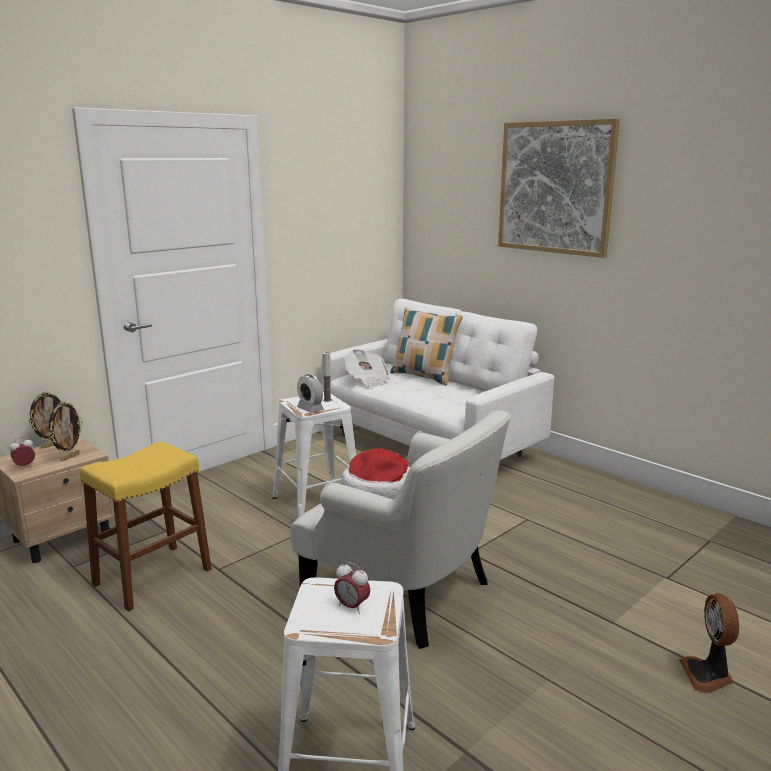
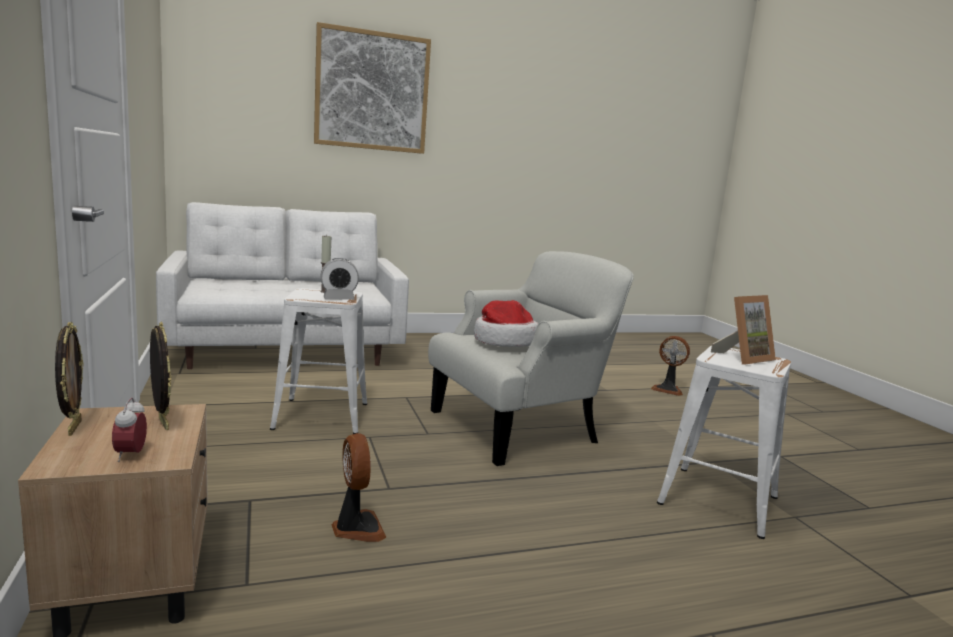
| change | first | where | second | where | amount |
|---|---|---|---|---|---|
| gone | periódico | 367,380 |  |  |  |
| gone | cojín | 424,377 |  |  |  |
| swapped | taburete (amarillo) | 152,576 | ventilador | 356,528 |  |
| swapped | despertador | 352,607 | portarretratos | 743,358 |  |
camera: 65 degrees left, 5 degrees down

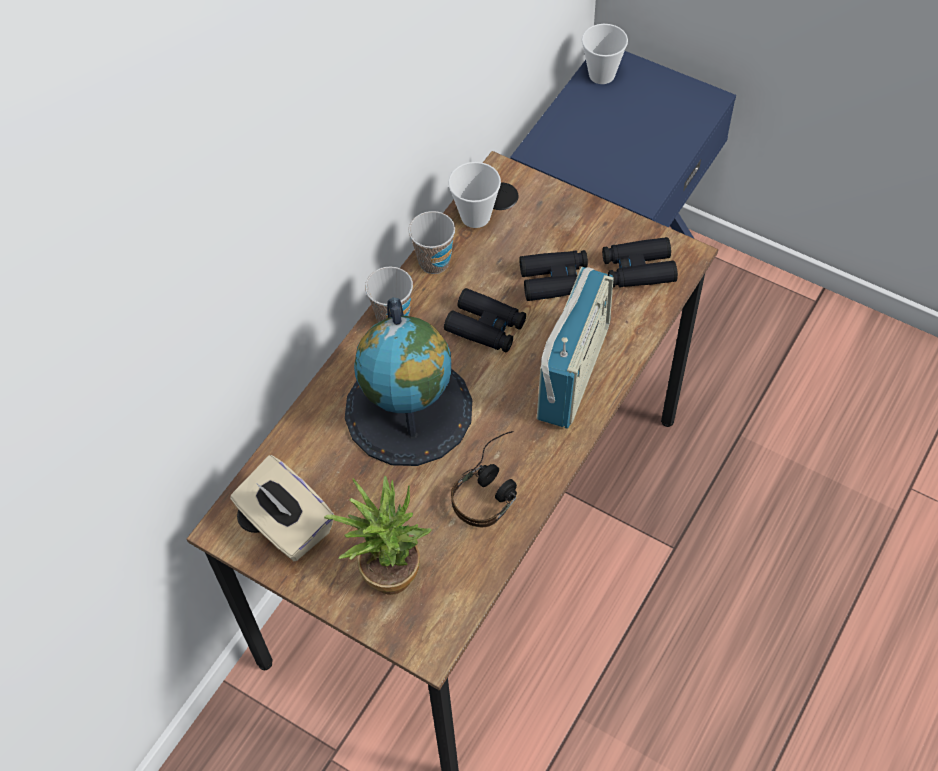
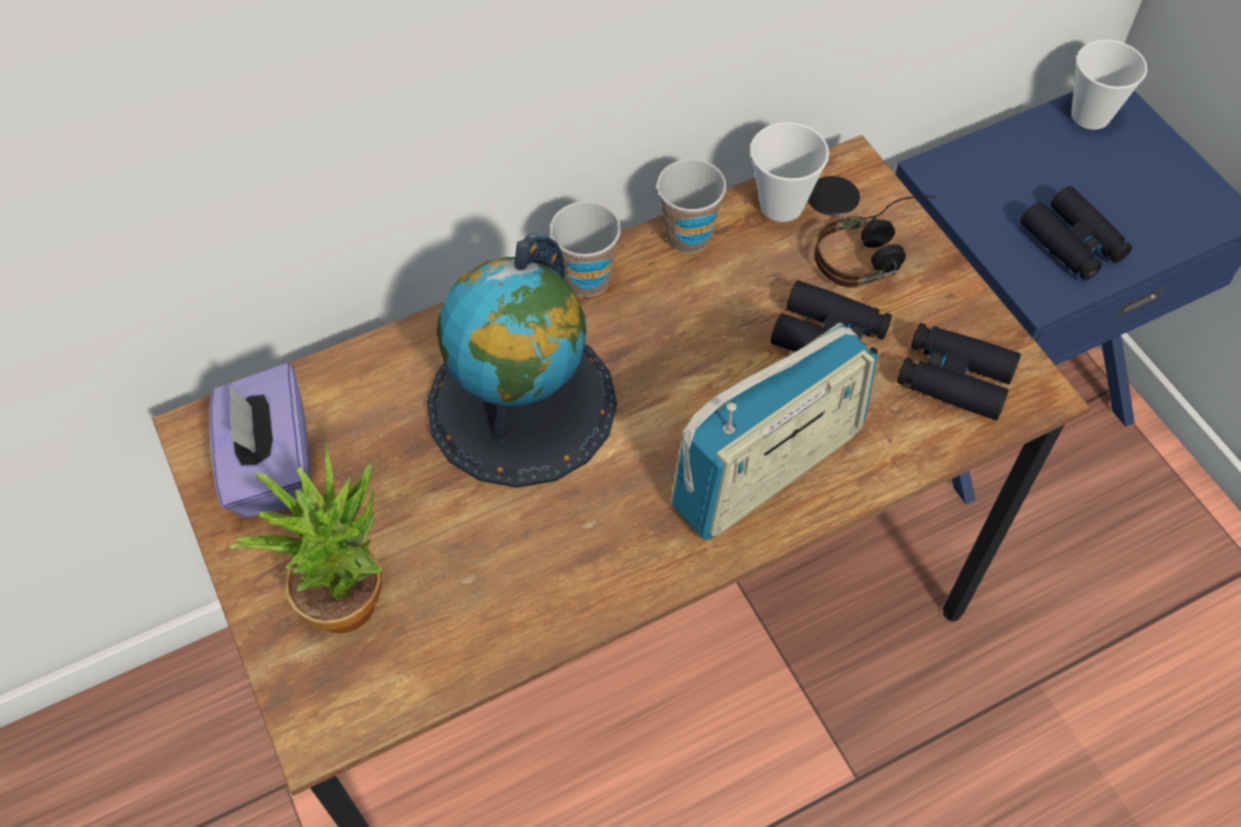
| change | first | where | second | where | amount |
|---|---|---|---|---|---|
| shifted | prismáticos (negro) | 486,327 |  | 1072,243 |  |
| shifted | auriculares | 492,487 |  | 876,252 |  |
| repainted | caja de pañuelos (beis) | 287,525 | caja de pañuelos (morado) | 272,466 |  |
camera: 30 degrees right, 0 degrees up

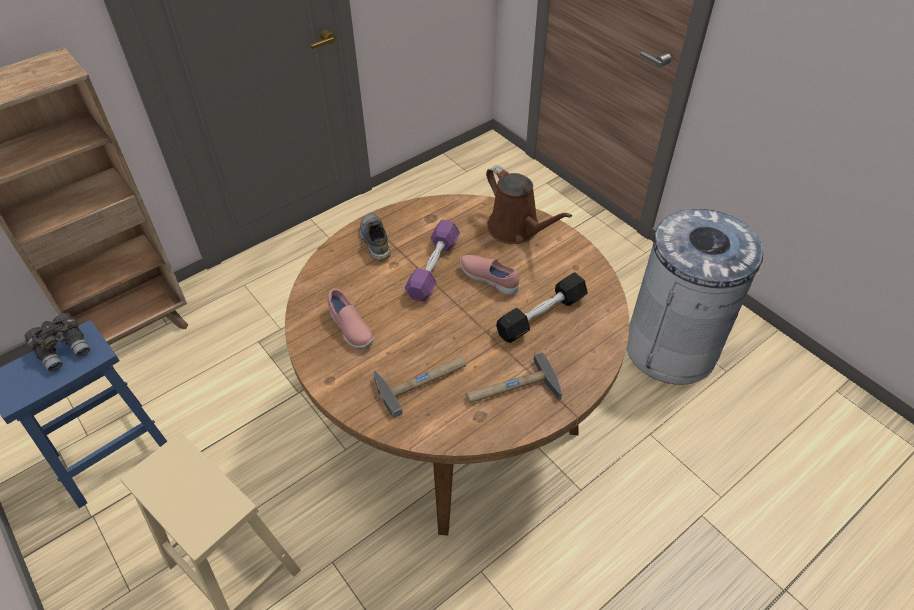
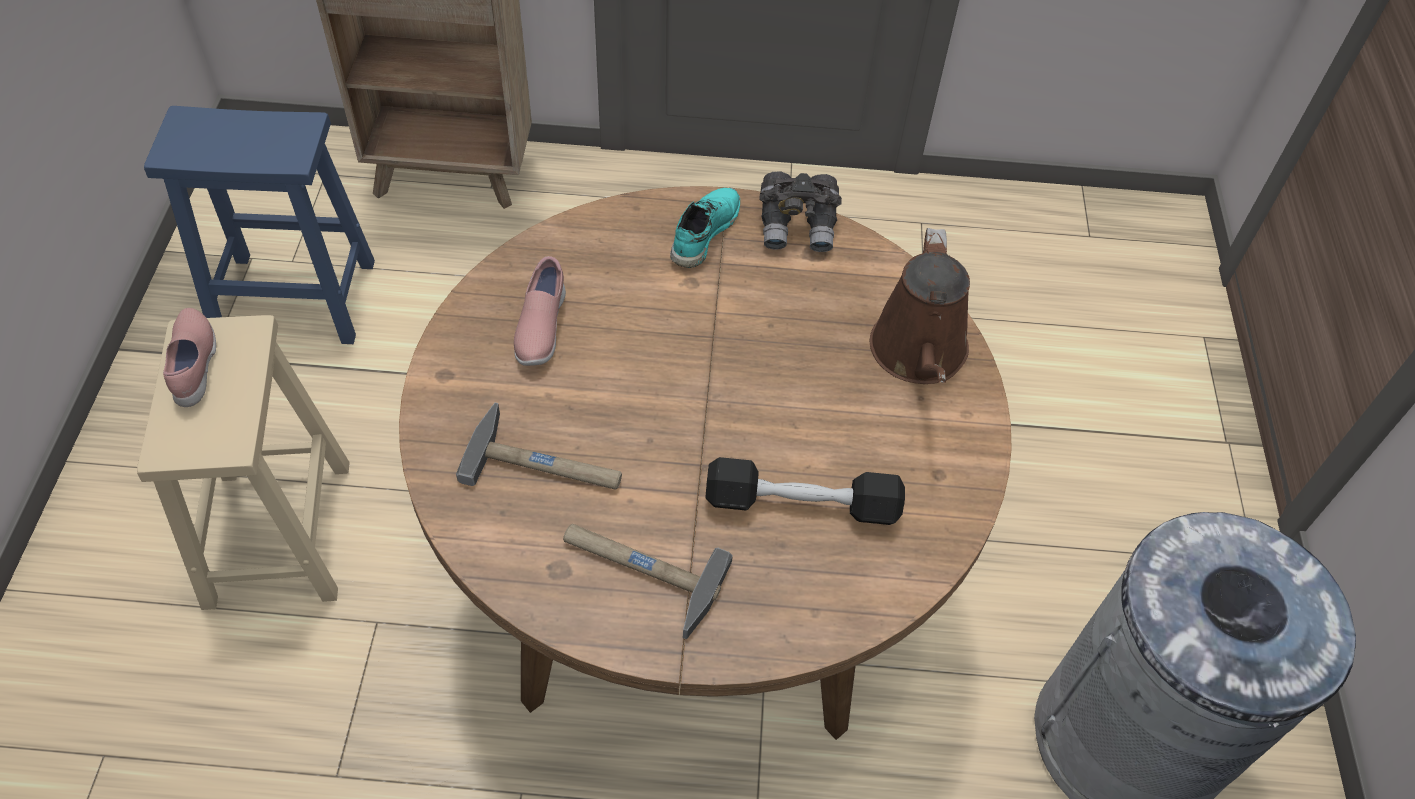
| change | first | where | second | where | amount |
|---|---|---|---|---|---|
| gone | mancuerna (morado) | 433,268 |  |  |  |
| shifted | prismáticos (gris) | 64,349 |  | 798,226 |  |
| shifted | zapato (rosa) | 489,279 |  | 195,365 |  |
| repainted | zapato (gris) | 374,241 | zapato (turquesa) | 703,233 |  |
camera: 40 degrees right, 5 degrees up

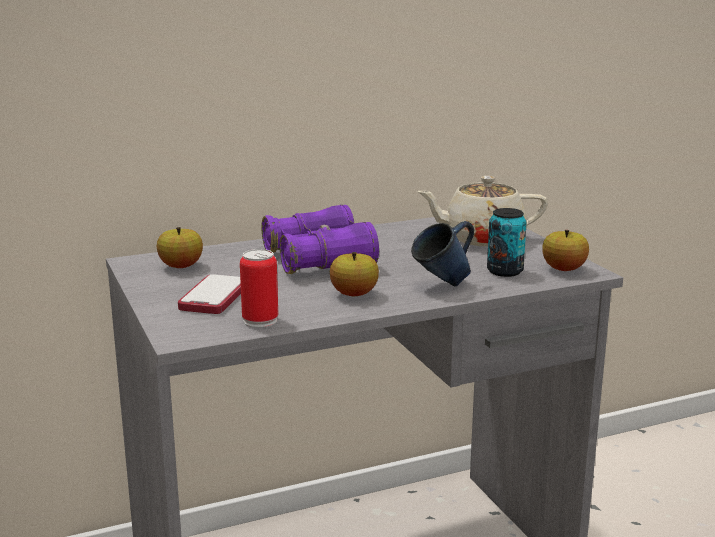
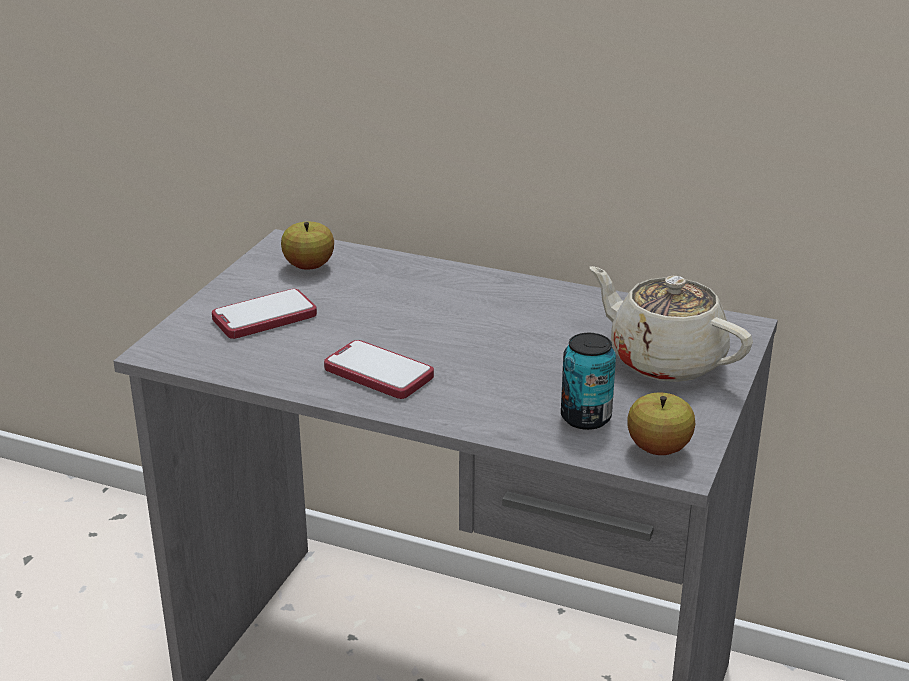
| change | first | where | second | where | amount |
|---|---|---|---|---|---|
| gone | lata | 260,320 |  |  |  |
| gone | prismáticos (morado) | 319,260 |  |  |  |
| gone | taza grande (azul) | 443,286 |  |  |  |
| swapped | manzana | 354,294 | móvil | 378,372 |  |
camera: 45 degrees right, 10 degrees up

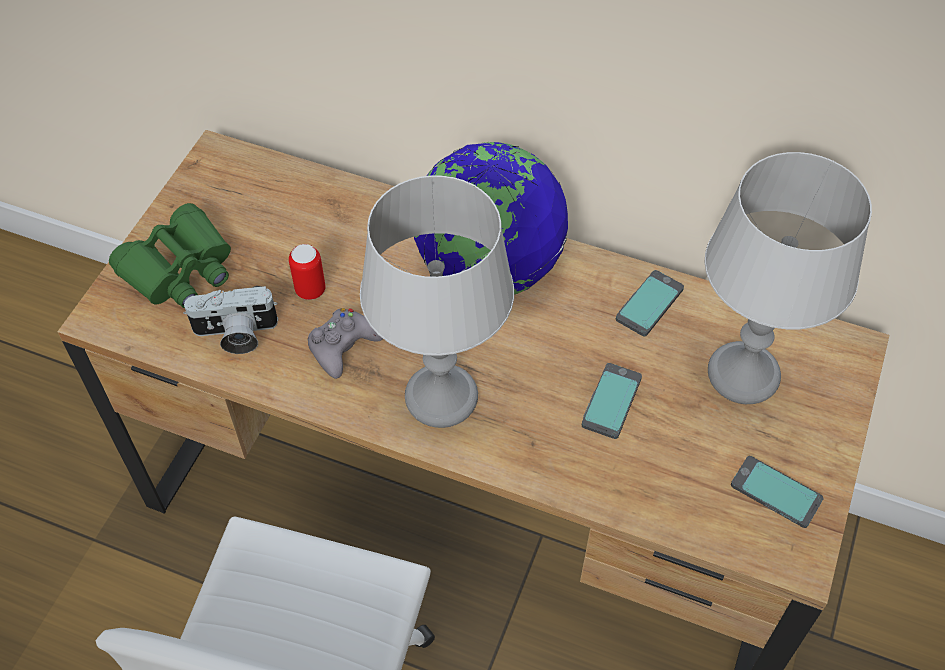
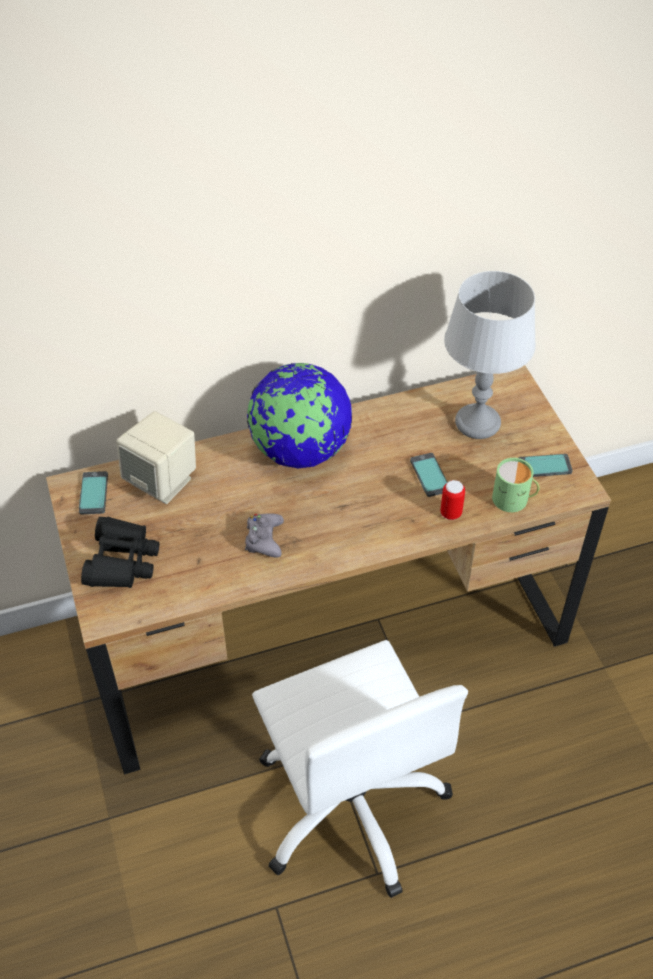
| change | first | where | second | where | amount |
|---|---|---|---|---|---|
| gone | cámara | 235,334 |  |  |  |
| gone | lámpara de mesa (gris) | 440,396 |  |  |  |
| new |  |  | altavoz (beis) | 162,481 |  |
| new |  |  | taza grande (verde) | 514,499 |  |
| shifted | lata | 310,290 |  | 451,513 |  |
| shifted | móvil | 649,304 |  | 93,493 |  |
| repainted | prismáticos (verde) | 180,269 | prismáticos (negro) | 122,561 |  |
camera: 40 degrees left, 5 degrees down

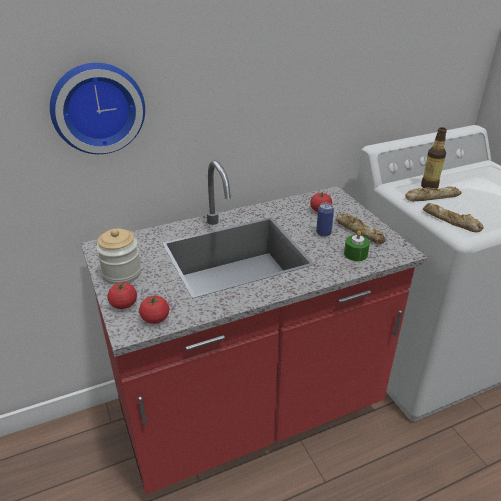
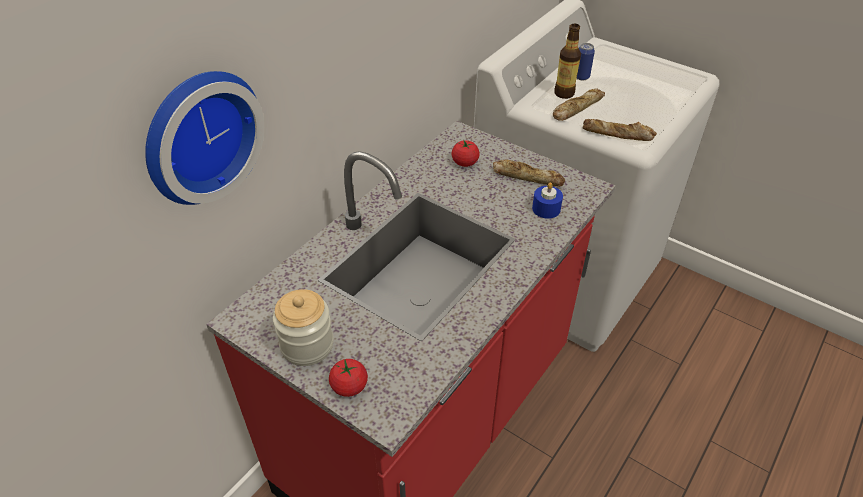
| change | first | where | second | where | amount |
|---|---|---|---|---|---|
| gone | tomate | 155,318 |  |  |  |
| shifted | lata | 323,233 |  | 581,77 |  |
| repainted | vela (verde) | 355,254 | vela (azul) | 546,209 |  |
camera: 30 degrees left, 10 degrees up

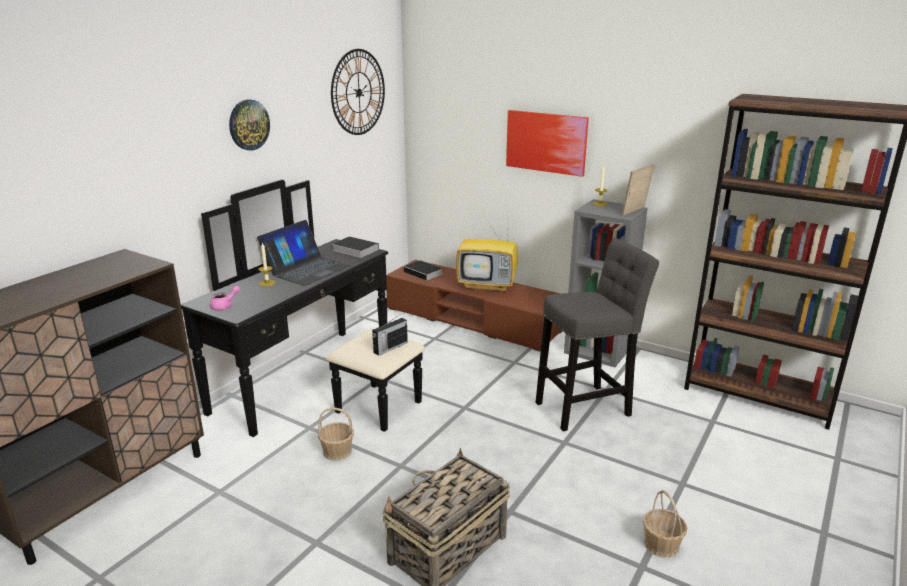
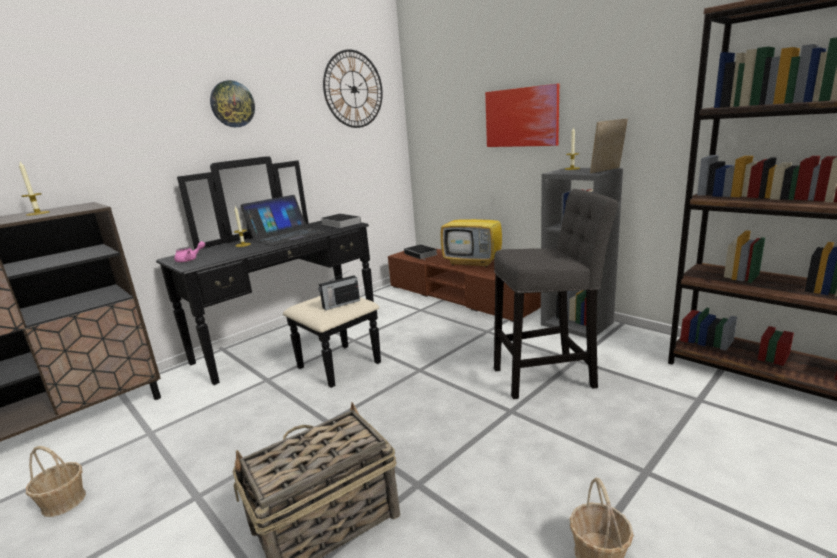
| change | first | where | second | where | amount |
|---|---|---|---|---|---|
| new |  |  | vela | 38,213 |  |
| shifted | cesta | 337,451 |  | 64,501 |  |
camera: 15 degrees right, 5 degrees down

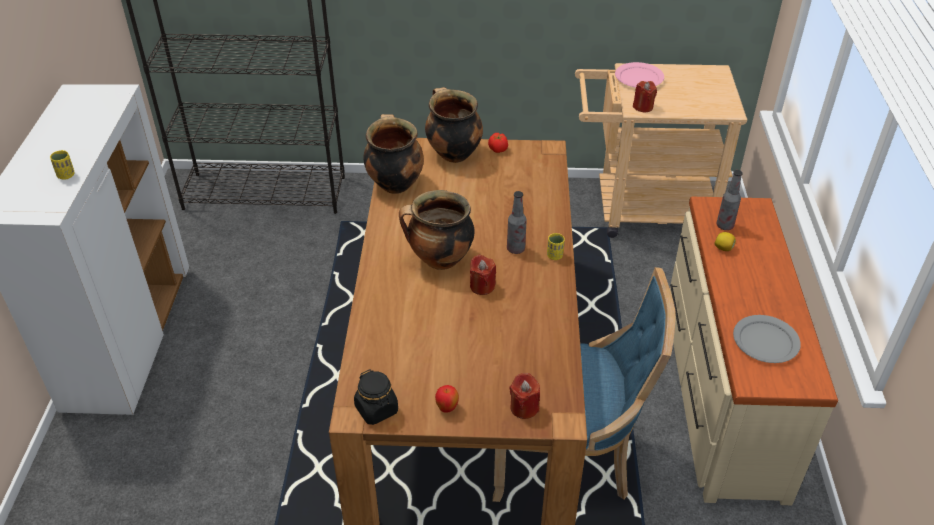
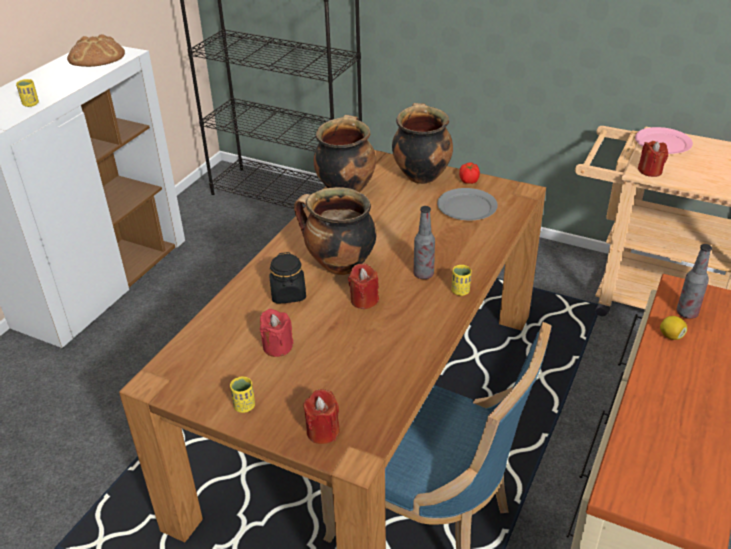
| change | first | where | second | where | amount |
|---|---|---|---|---|---|
| new |  |  | pan | 96,56 |  |
| new |  |  | vela (rojo) | 277,347 |  |
| shifted | tarro (negro) | 377,409 |  | 288,294 |  |
| shifted | plato (gris) | 766,341 |  | 467,207 |  |
| swapped | manzana | 447,408 | taza (amarillo) | 244,406 |  |
camera: 25 degrees right, 5 degrees down

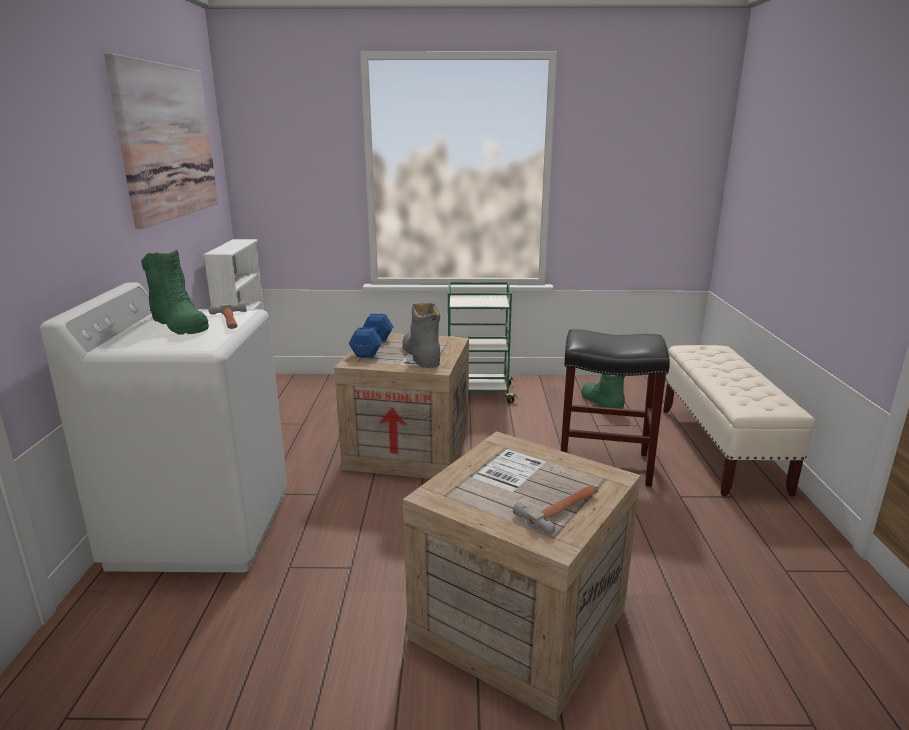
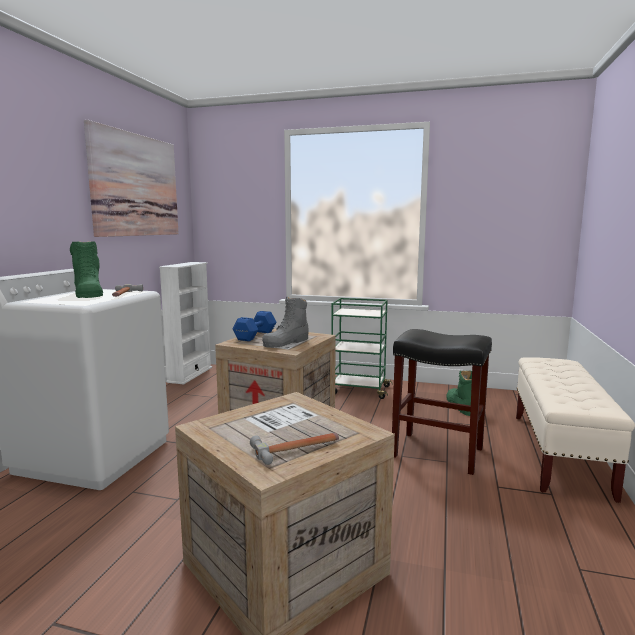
| change | first | where | second | where | amount |
|---|---|---|---|---|---|
| rotated | bota (gris) | 421,355 |  | 286,342 | 135 degrees counterclockwise |
camera: 15 degrees right, 10 degrees down

